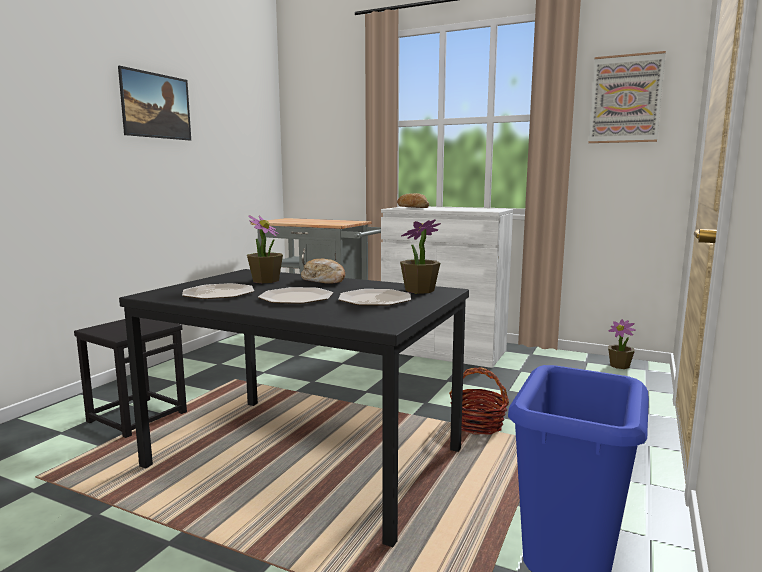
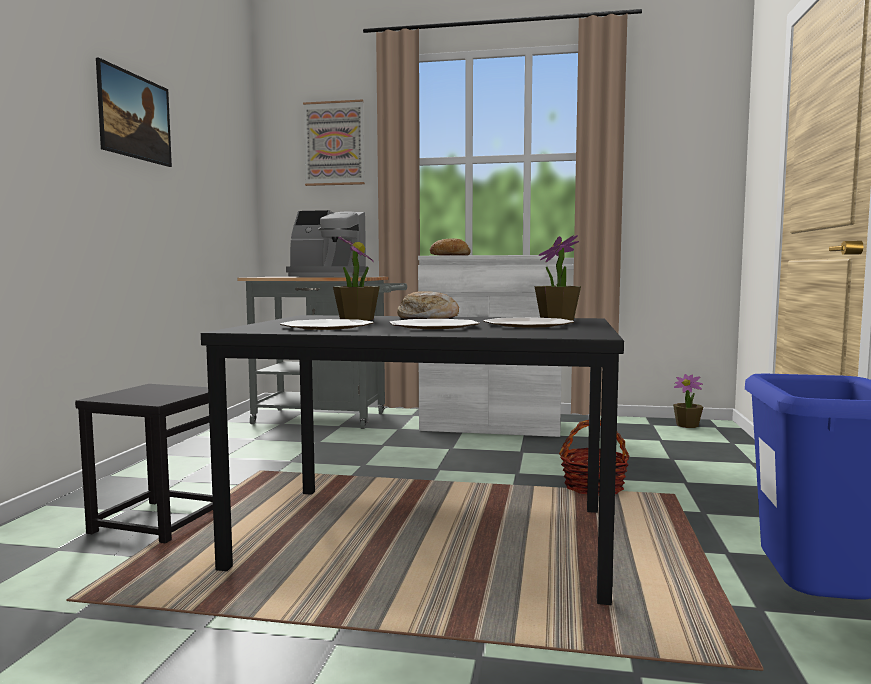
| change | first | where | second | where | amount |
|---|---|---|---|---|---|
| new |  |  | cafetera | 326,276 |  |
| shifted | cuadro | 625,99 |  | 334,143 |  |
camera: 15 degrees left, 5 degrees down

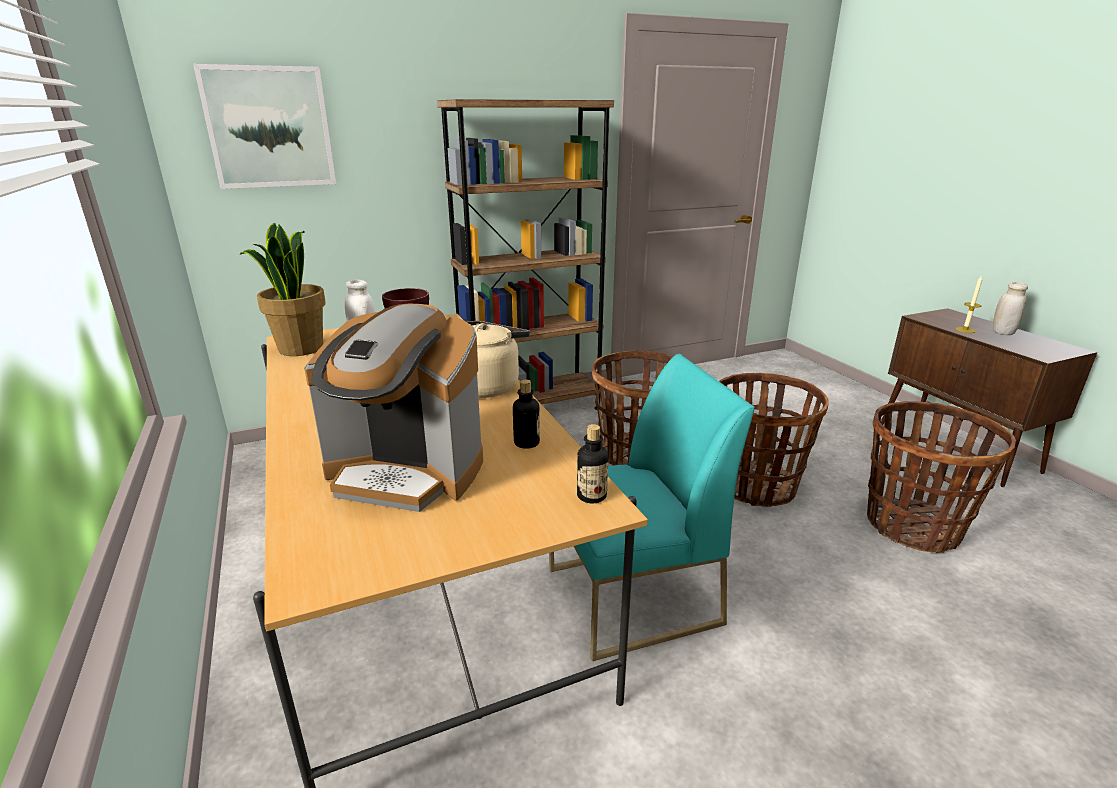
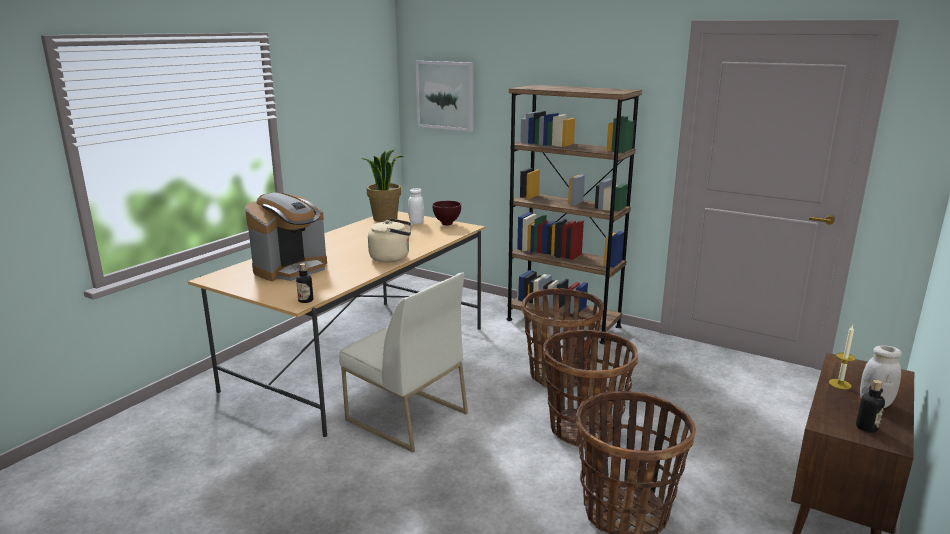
| change | first | where | second | where | amount |
|---|---|---|---|---|---|
| shifted | botella | 526,443 |  | 866,427 |  |
| repainted | silla (turquesa) | 632,597 | silla (blanco) | 405,416 |  |
| rotated | cafetera | 406,472 |  | 291,269 | 120 degrees counterclockwise |
camera: 55 degrees right, 5 degrees down

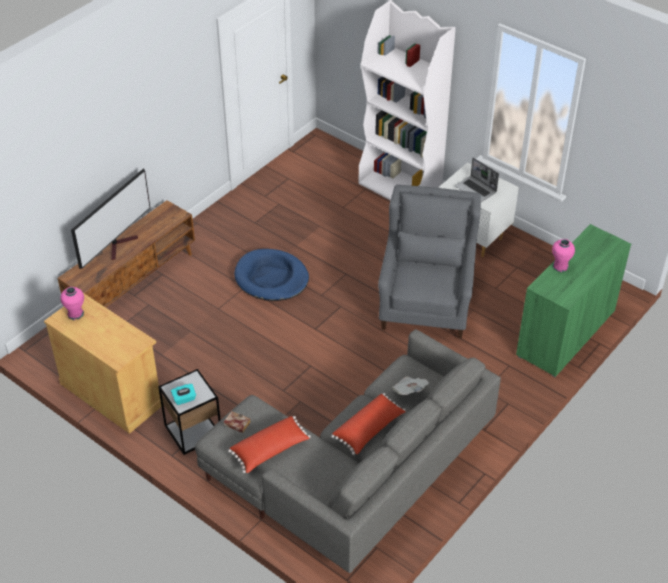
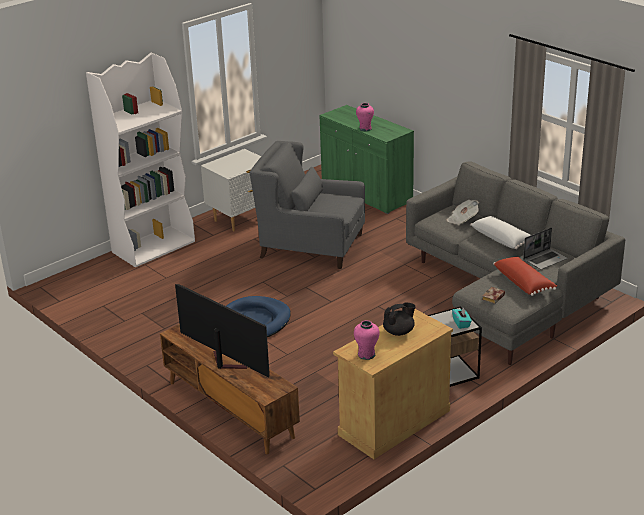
| change | first | where | second | where | amount |
|---|---|---|---|---|---|
| new |  |  | tetera (negro) | 399,332 |  |
| shifted | portátil | 476,190 |  | 545,259 |  |
| repainted | cojín (rojo) | 369,429 | cojín (blanco) | 502,239 |  |
camera: 80 degrees left, 15 degrees down

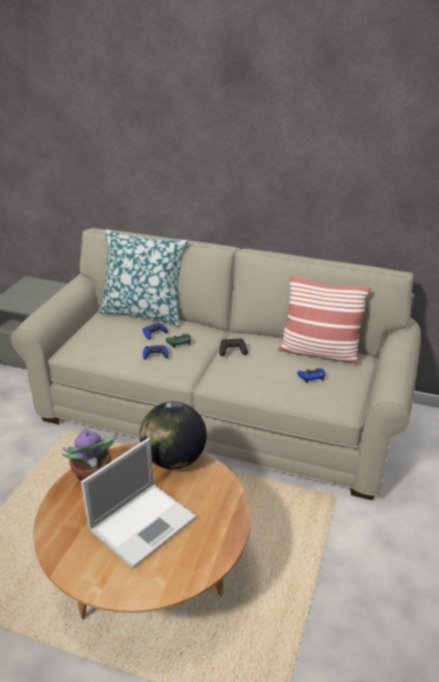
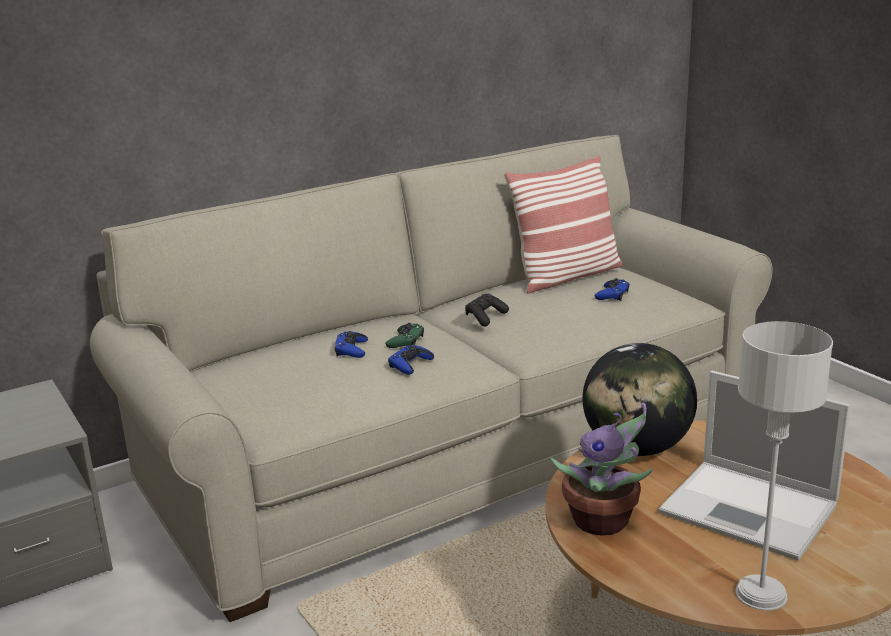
| change | first | where | second | where | amount |
|---|---|---|---|---|---|
| gone | cojín | 144,313 |  |  |  |
| new |  |  | lámpara de mesa (gris) | 761,595 |  |
| rotated | portátil | 144,522 |  | 751,510 | 135 degrees clockwise |
camera: 50 degrees left, 10 degrees down

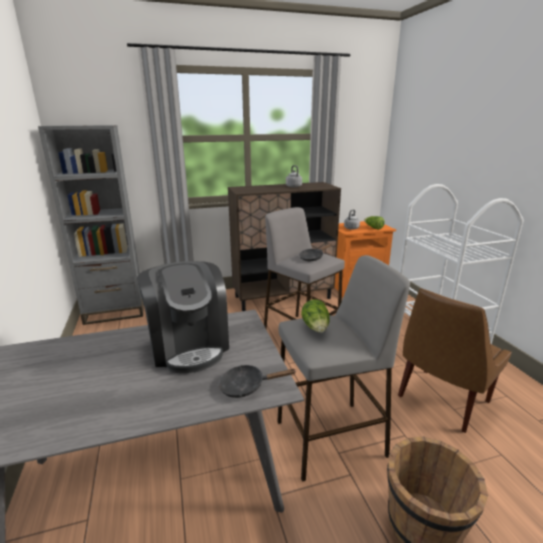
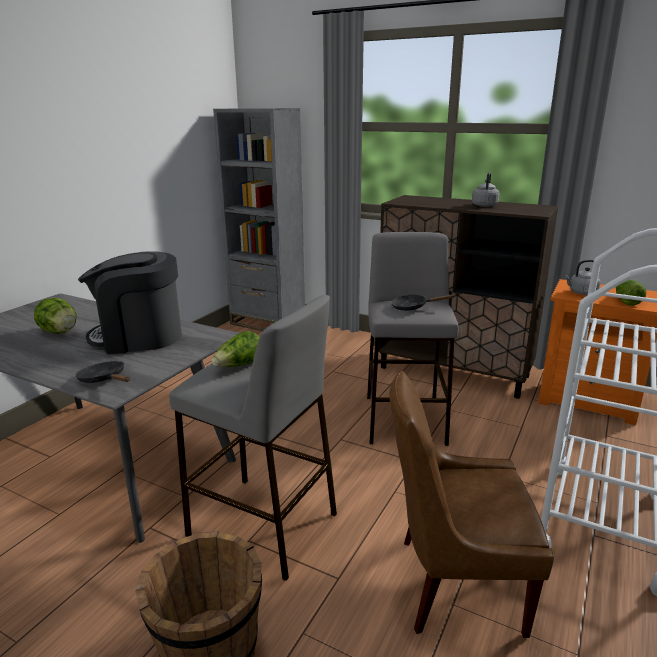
| change | first | where | second | where | amount |
|---|---|---|---|---|---|
| new |  |  | lechuga | 60,332 |  |
| rotated | cafetera | 189,345 |  | 139,337 | 60 degrees clockwise |
camera: 45 degrees right, 0 degrees up

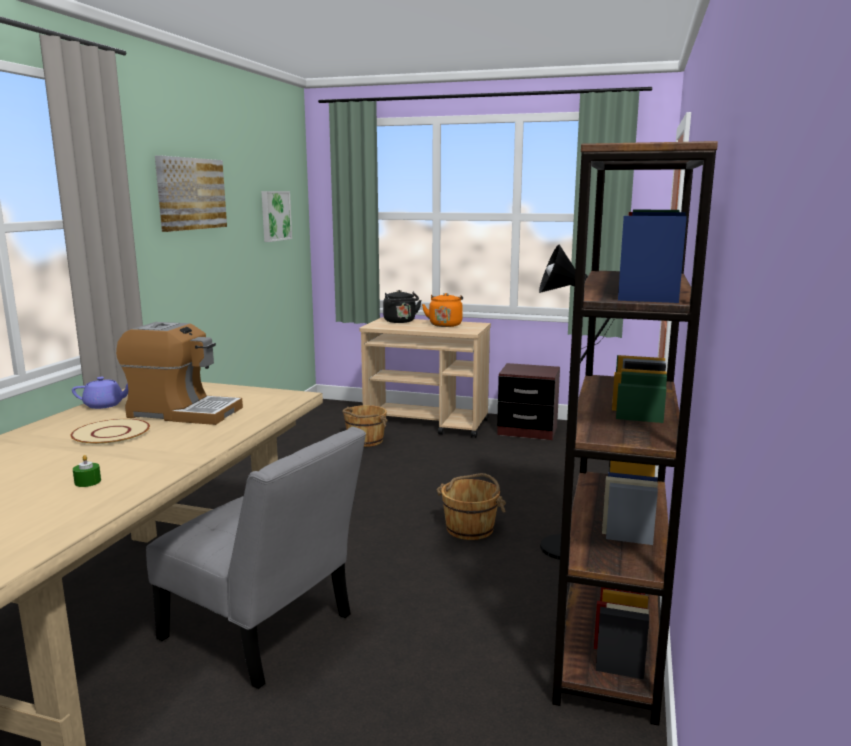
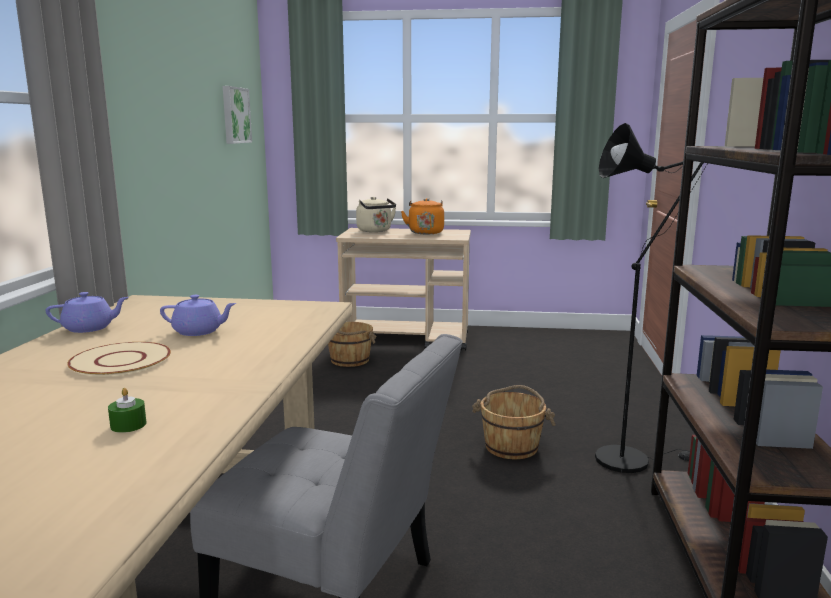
| change | first | where | second | where | amount |
|---|---|---|---|---|---|
| gone | cuadro | 190,194 |  |  |  |
| gone | mesita de noche (marrón) | 527,431 |  |  |  |
| swapped | cafetera | 183,412 | tetera (morado) | 199,331 |  |
| repainted | hervidor (negro) | 400,321 | hervidor (beis) | 375,231 |  |
camera: 10 degrees left, 0 degrees up

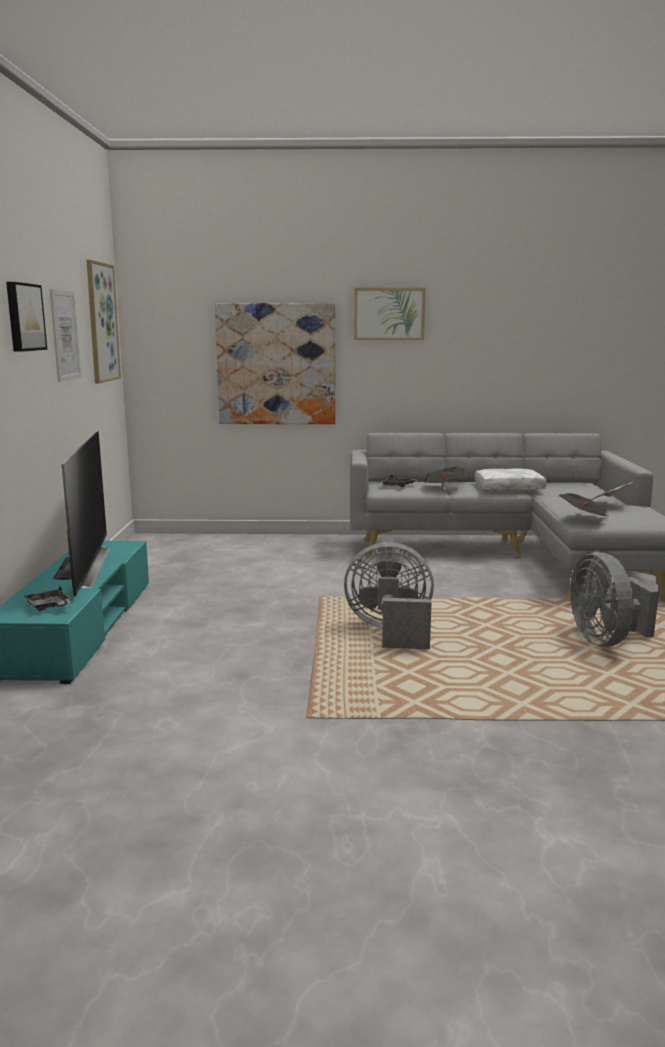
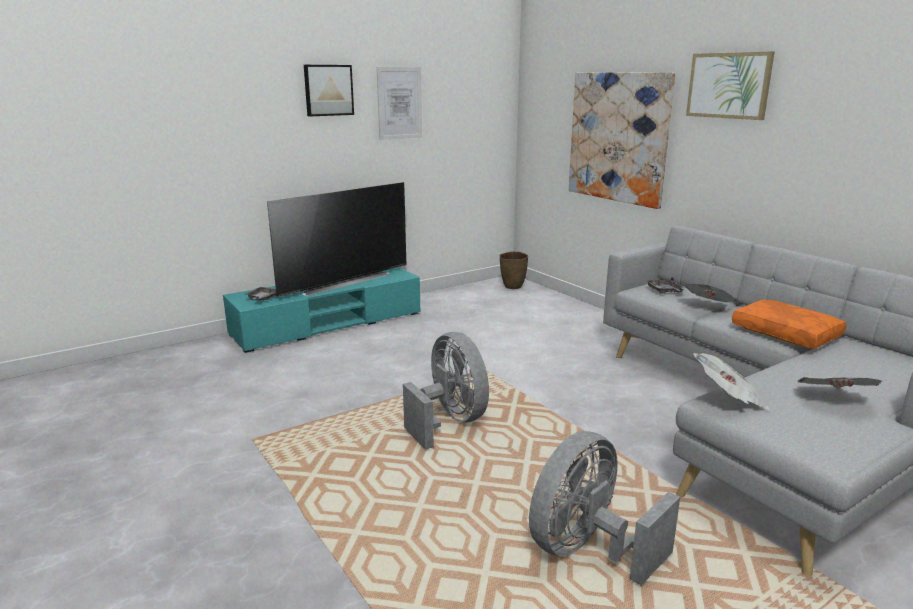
| change | first | where | second | where | amount |
|---|---|---|---|---|---|
| gone | cuadro | 102,322 |  |  |  |
| new |  |  | florero (marrón) | 513,286 |  |
| repainted | cojín (blanco) | 509,488 | cojín (naranja) | 787,333 |  |
camera: 55 degrees right, 5 degrees up

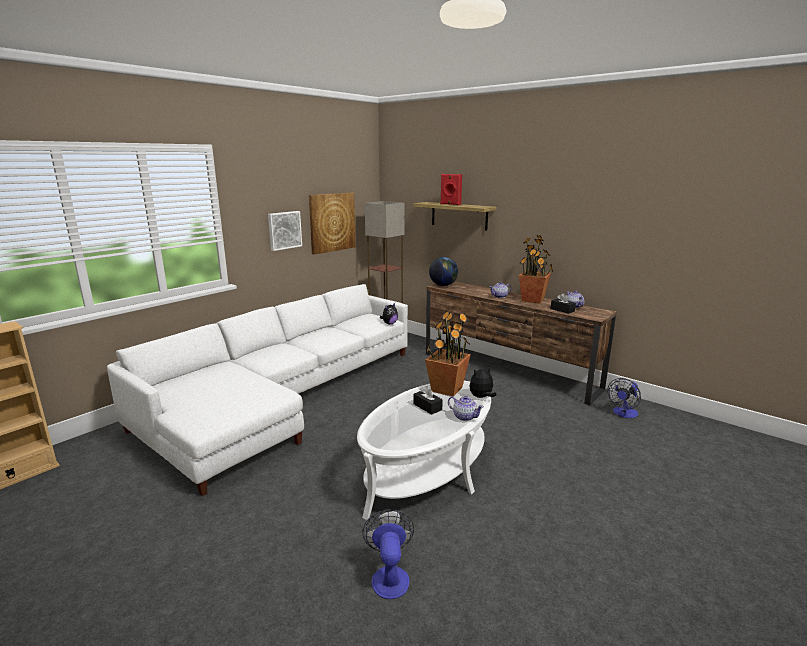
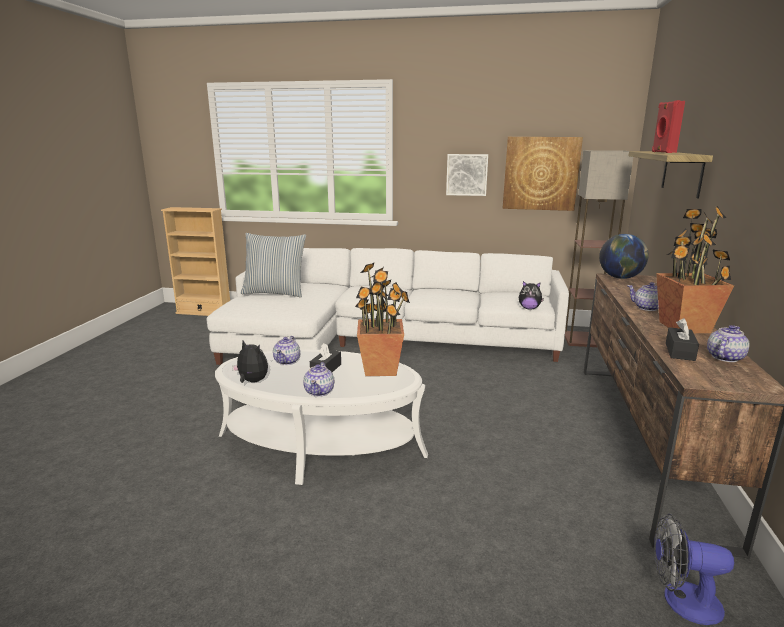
| change | first | where | second | where | amount |
|---|---|---|---|---|---|
| gone | ventilador | 389,576 |  |  |  |
| new |  |  | cojín | 275,293 |  |
| new |  |  | tetera | 287,361 |  |
| shifted | peluche | 481,397 |  | 252,381 |  |
camera: 60 degrees right, 0 degrees up

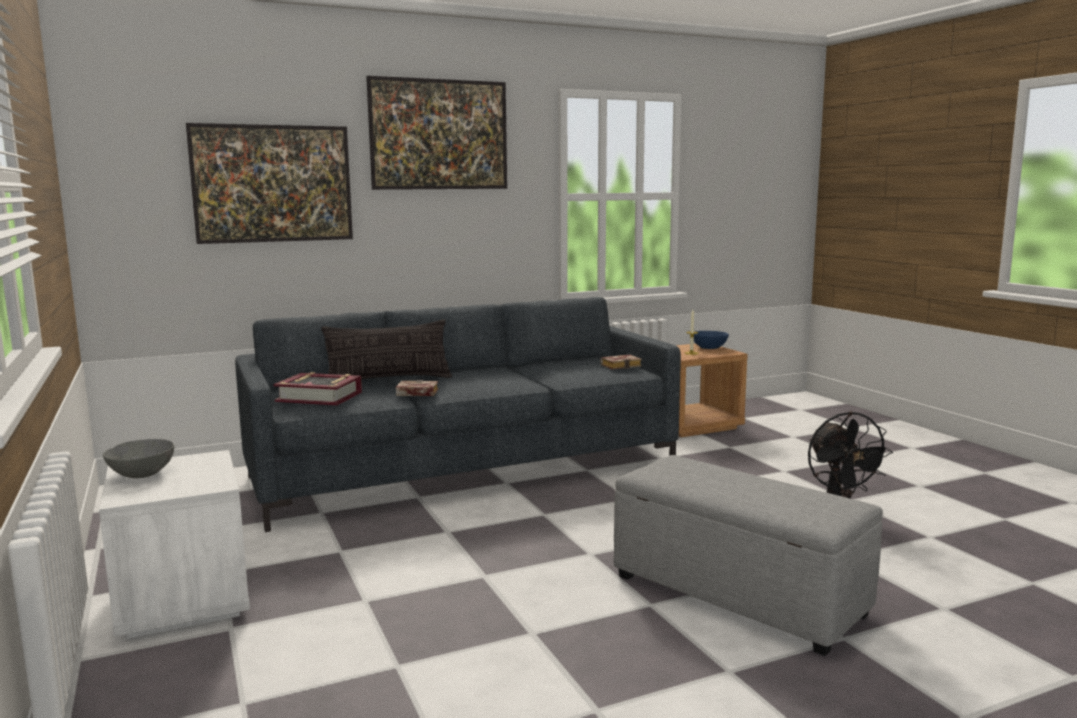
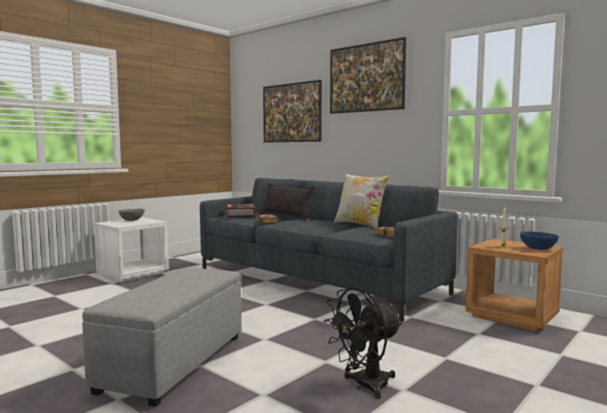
| change | first | where | second | where | amount |
|---|---|---|---|---|---|
| new |  |  | cojín | 360,224 |  |
camera: 65 degrees right, 5 degrees down

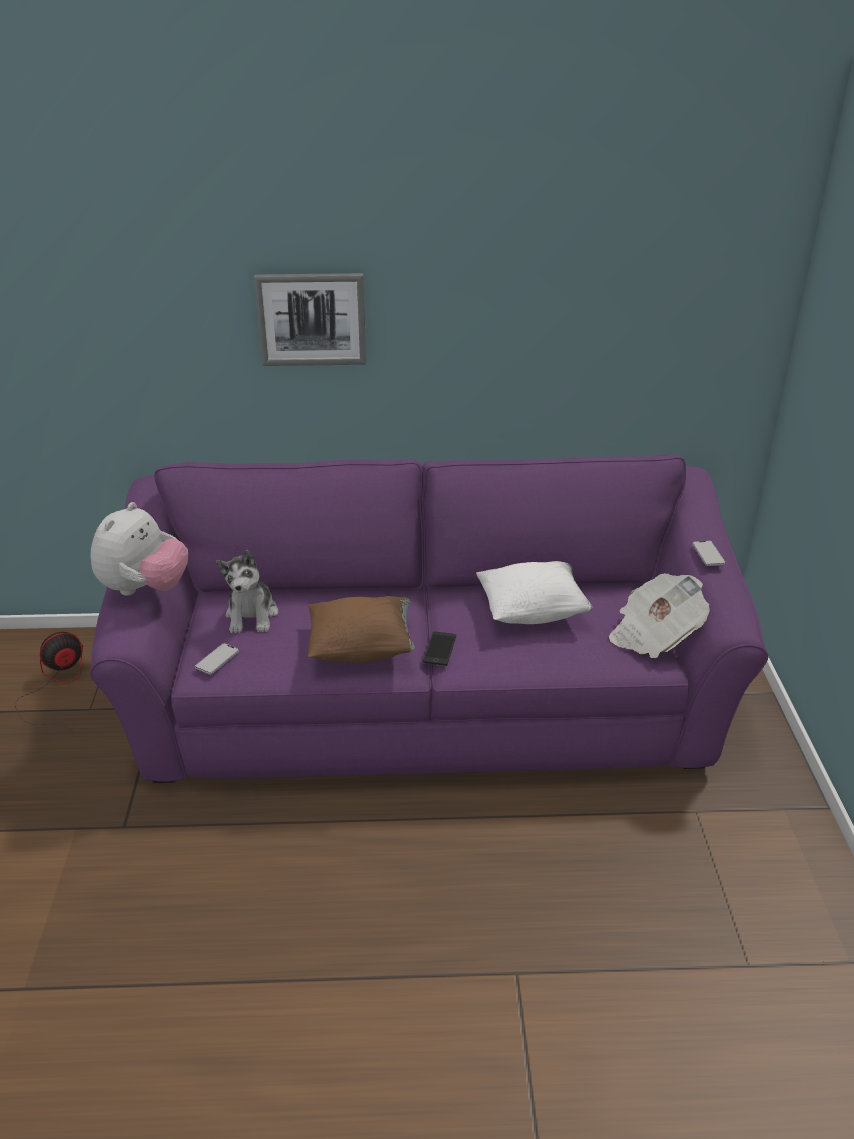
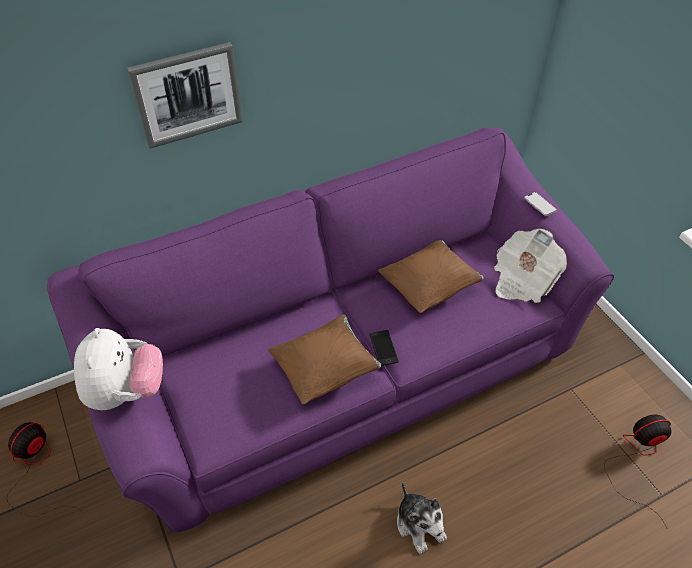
| change | first | where | second | where | amount |
|---|---|---|---|---|---|
| gone | móvil | 217,659 |  |  |  |
| new |  |  | ventilador | 638,458 |  |
| shifted | peluche | 252,615 |  | 420,524 |  |
| repainted | cojín (blanco) | 532,611 | cojín (marrón) | 429,287 |  |
camera: 25 degrees left, 15 degrees up

